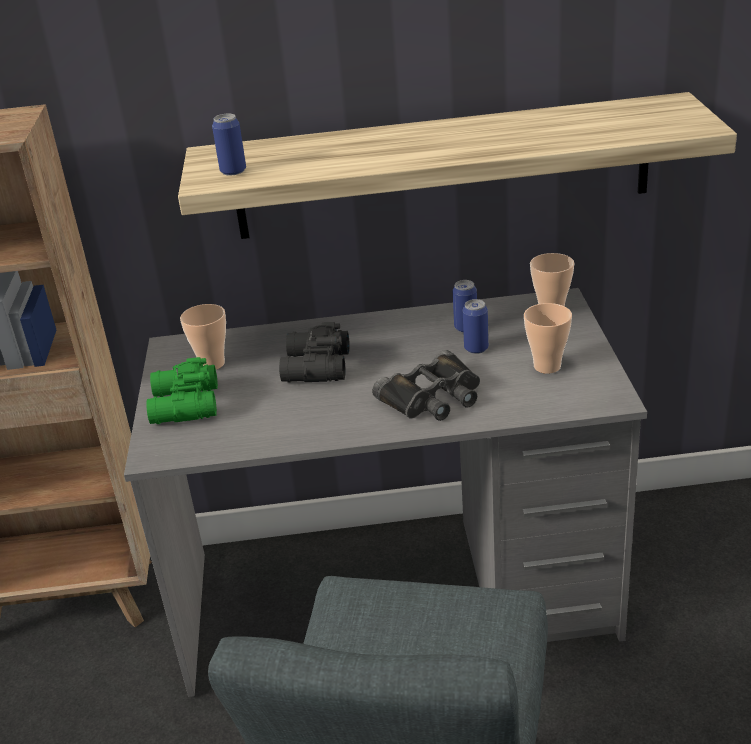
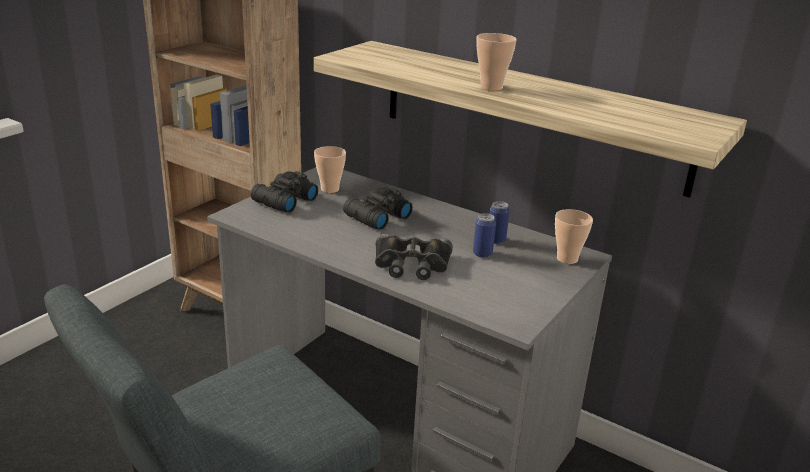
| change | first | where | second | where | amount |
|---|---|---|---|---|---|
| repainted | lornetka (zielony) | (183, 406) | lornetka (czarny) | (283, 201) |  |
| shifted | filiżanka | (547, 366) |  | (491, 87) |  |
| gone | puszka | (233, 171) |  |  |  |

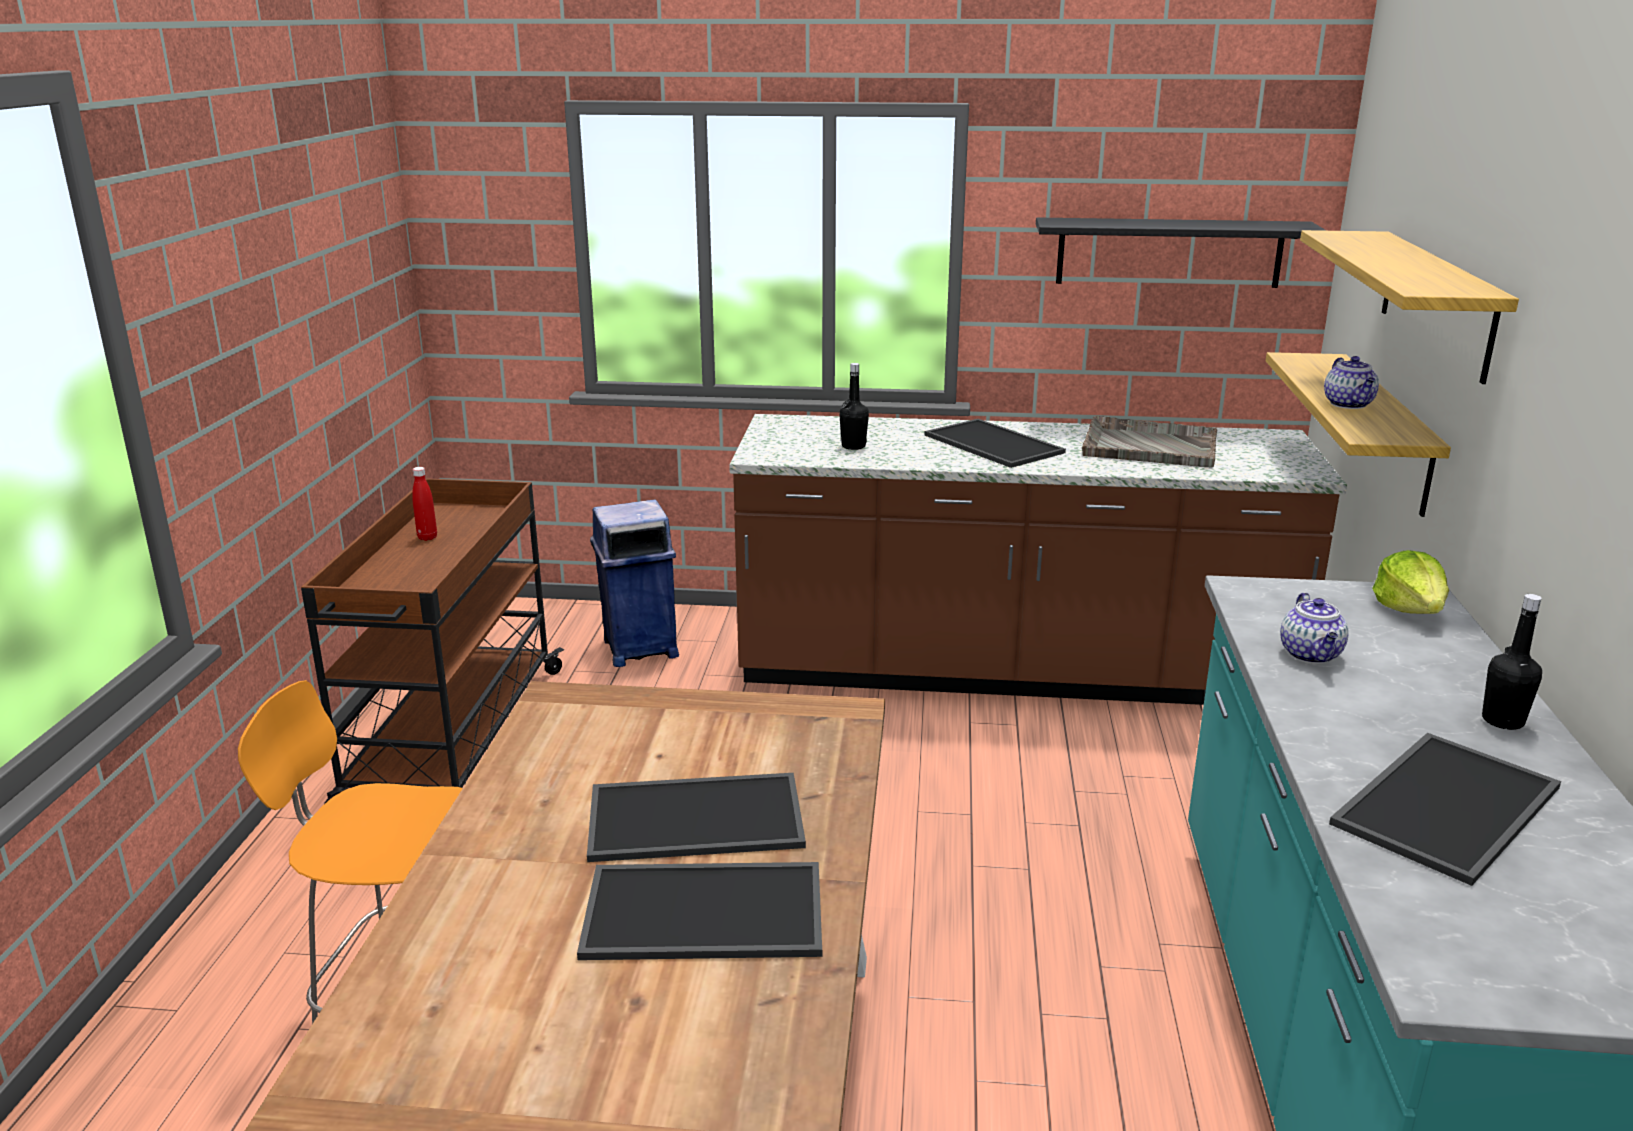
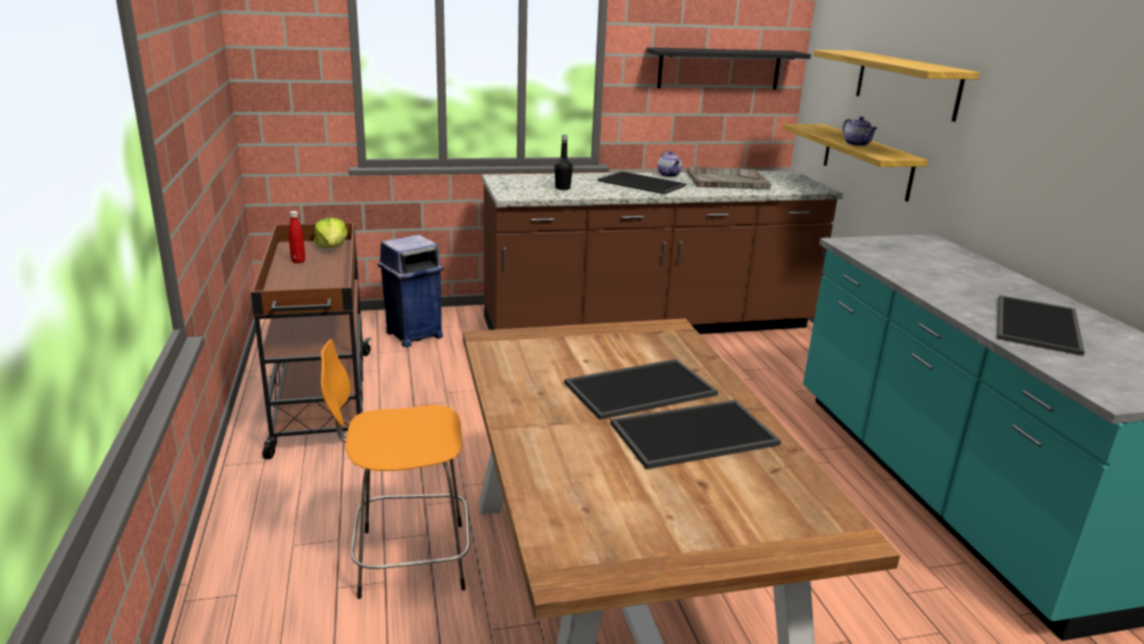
| change | first | where | second | where | amount |
|---|---|---|---|---|---|
| shifted | sałata | (1410, 609) |  | (332, 247) |  |
| shifted | imbryk | (1311, 655) |  | (669, 175) |  |
| gone | butelka (czarny) | (1502, 721) |  |  |  |

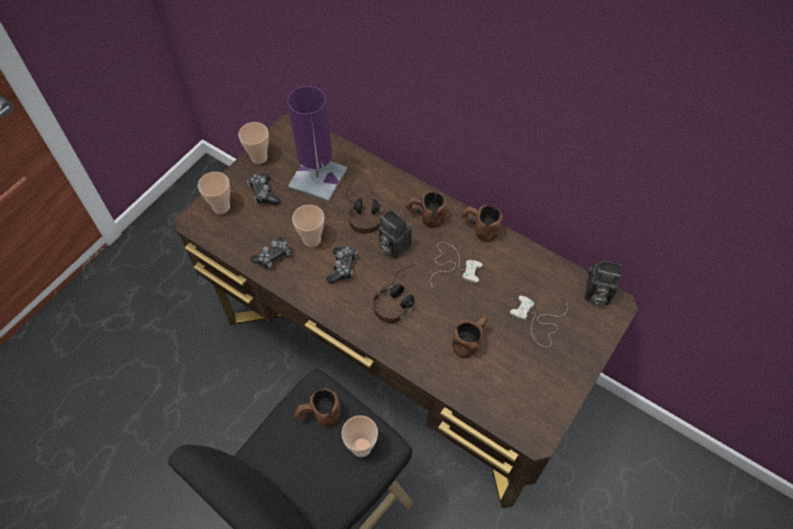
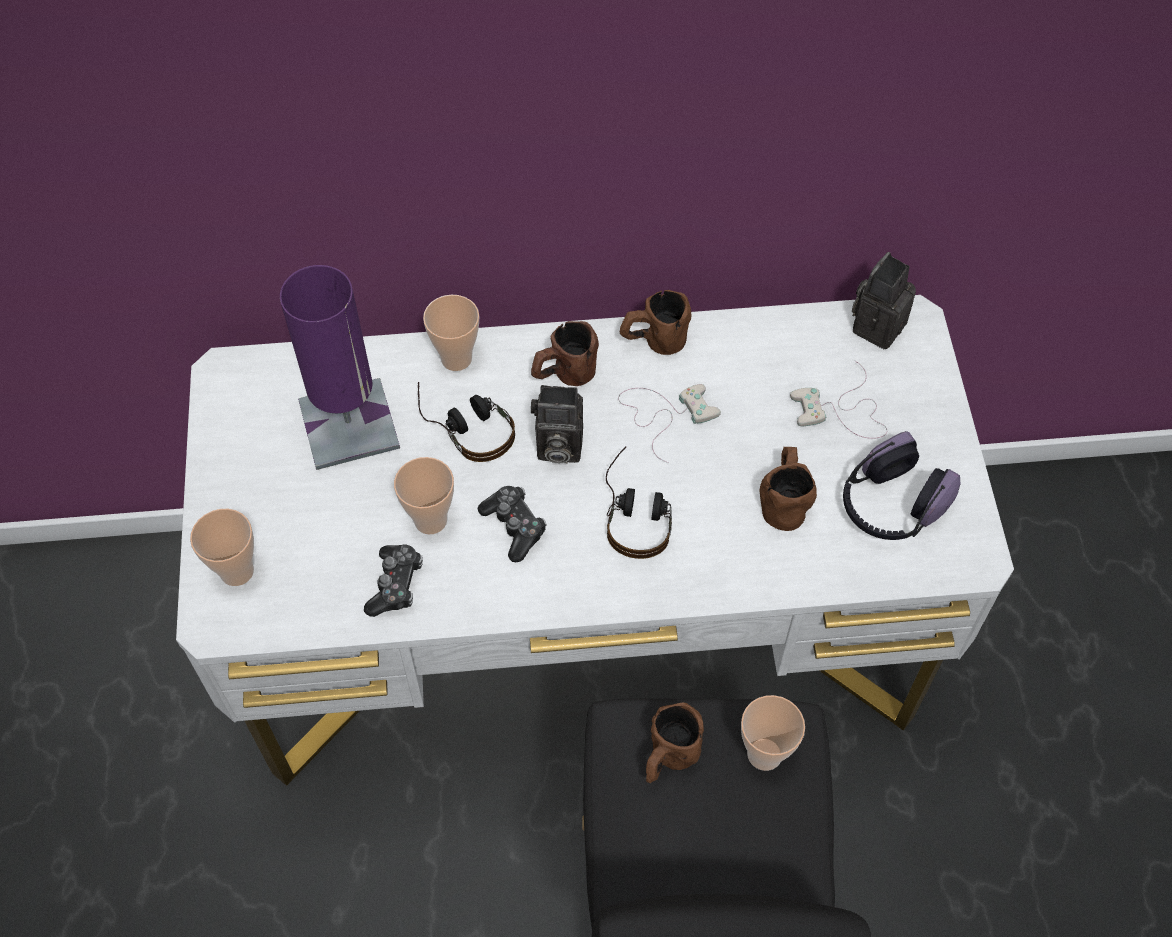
| change | first | where | second | where | amount |
|---|---|---|---|---|---|
| repainted | biurko (brązowy) | (398, 355) | biurko (biały) | (585, 635) |  |
| shifted | filiżanka | (259, 157) |  | (456, 358) |  |
| new |  |  | słuchawki | (890, 505) |  |
| rotated | aparat fotograficzny | (595, 294) |  | (877, 324) | 150 degrees clockwise |
| gone | pad do gier | (264, 193) |  |  |  |

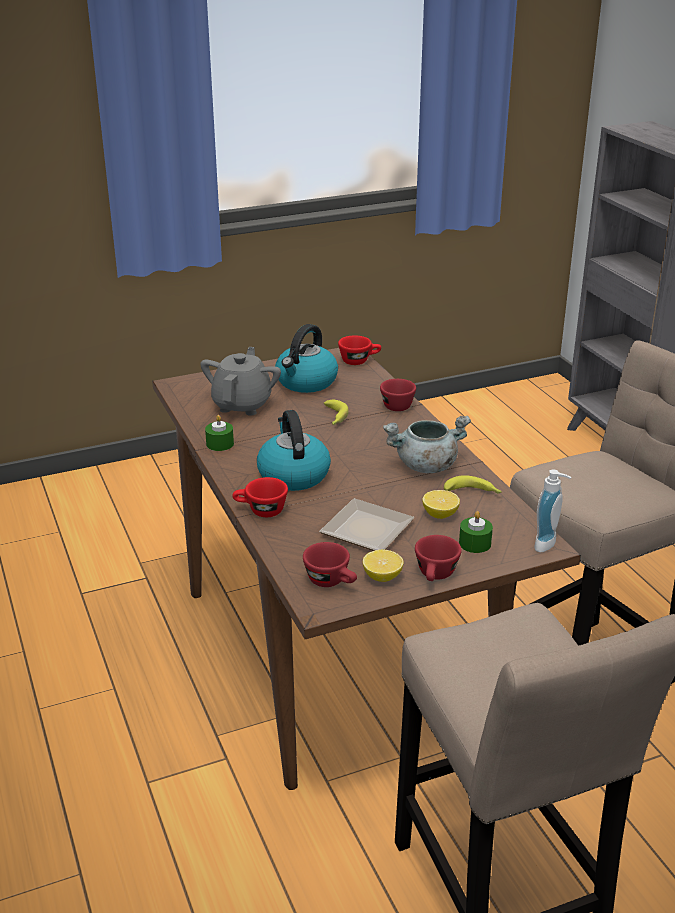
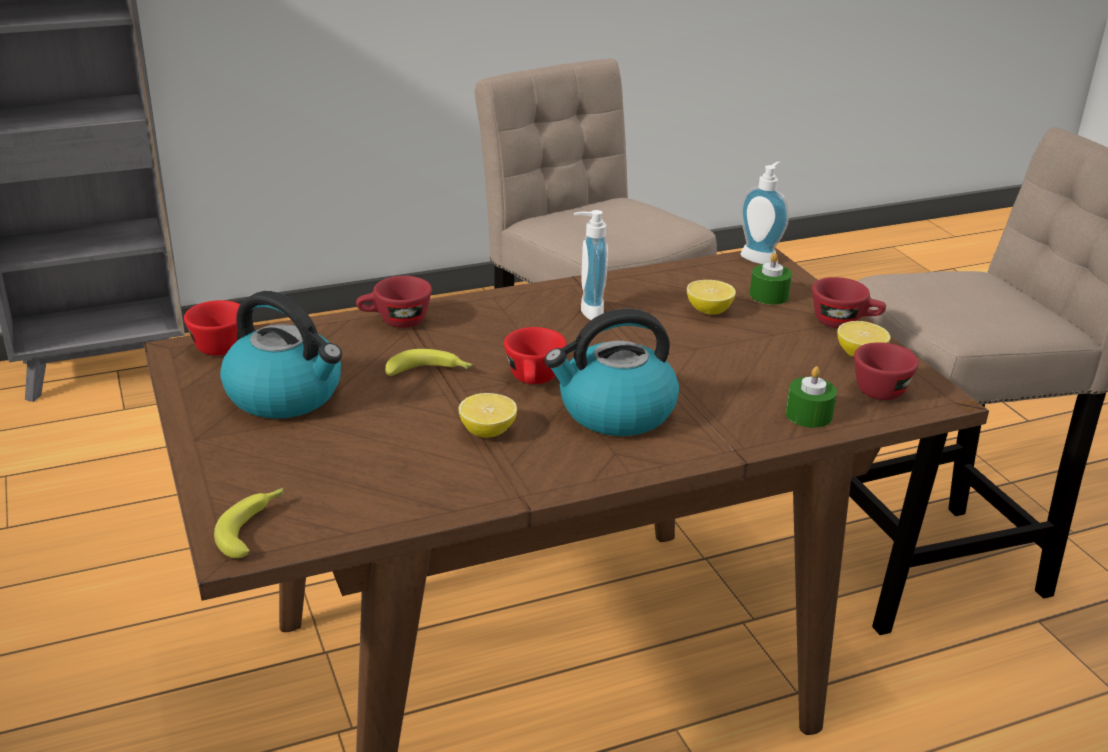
| change | first | where | second | where | amount |
|---|---|---|---|---|---|
| shifted | banan | (473, 492) |  | (254, 527) |  |
| new |  |  | cytryna | (487, 431) |  |
| shifted | filiżanka (czerwony) | (260, 511) |  | (534, 380) |  |
| swapped | garnek (szary) | (426, 466) | dozownik mydła | (586, 311) |  |
| shifted | świeca (zielony) | (220, 444) |  | (809, 415) |  |
| gone | imbryk (szary) | (242, 404) |  |  |  |
| gone | talerz | (363, 530) |  |  |  |

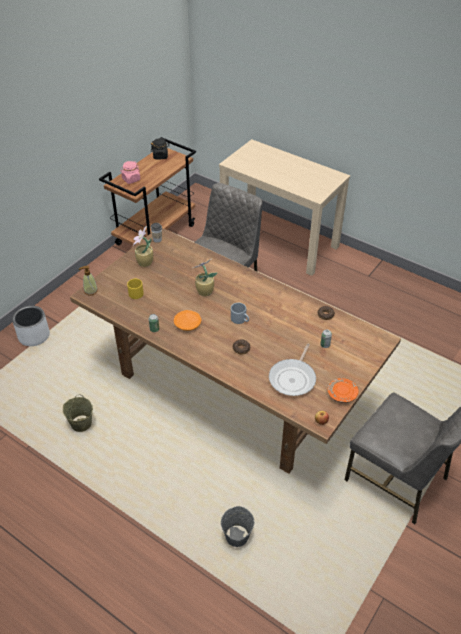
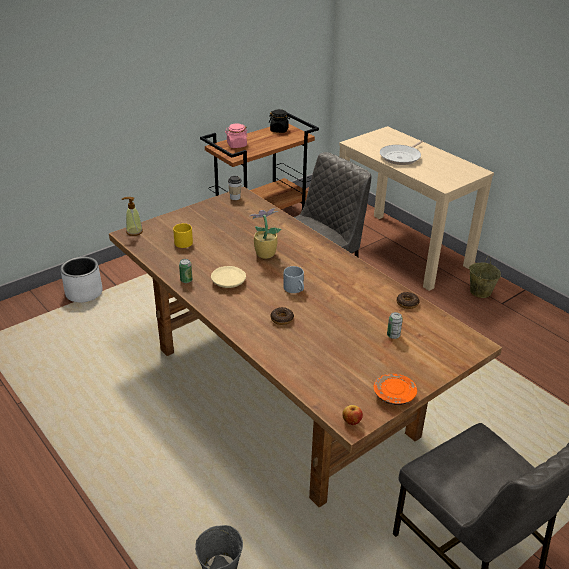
| change | first | where | second | where | amount |
|---|---|---|---|---|---|
| repainted | talerz (pomarańczowy) | (188, 324) | talerz (beżowy) | (229, 282) |  |
| shifted | patelnia | (293, 378) |  | (401, 157) |  |
| shifted | wiadro (beżowy) | (81, 423) |  | (480, 291) |  |
| gone | roślina doniczkowa | (144, 263) |  |  |  |

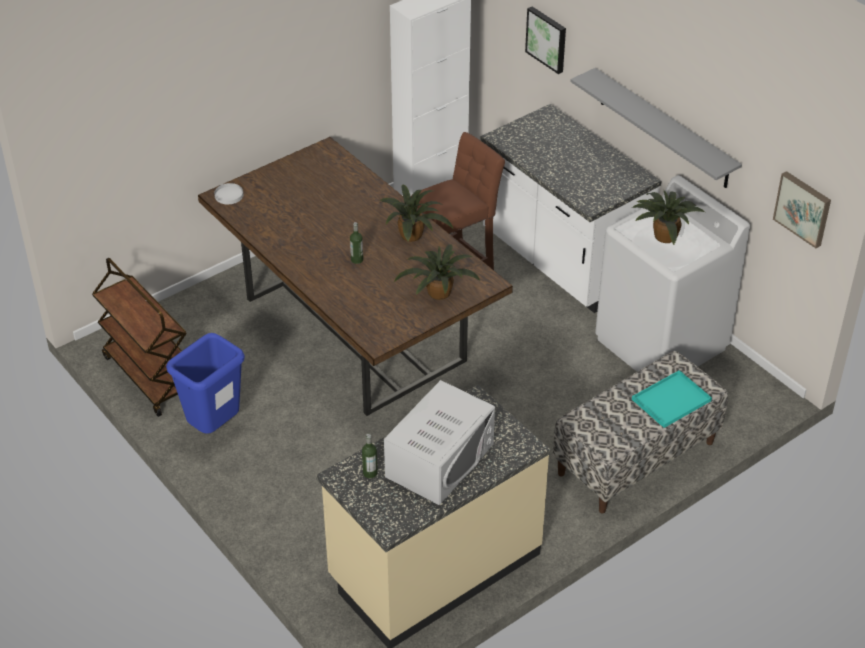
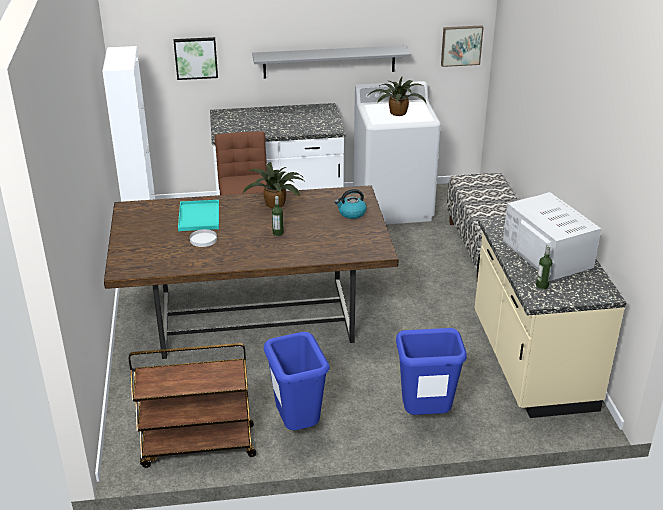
| change | first | where | second | where | amount |
|---|---|---|---|---|---|
| shifted | taca (turkusowy) | (672, 399) |  | (198, 216) |  |
| shifted | talerz (biały) | (229, 195) |  | (203, 239) |  |
| swapped | roślina doniczkowa | (437, 293) | czajnik | (351, 213) |  |
| new |  |  | kosz na śmieci (niebieski) | (425, 416) |  |

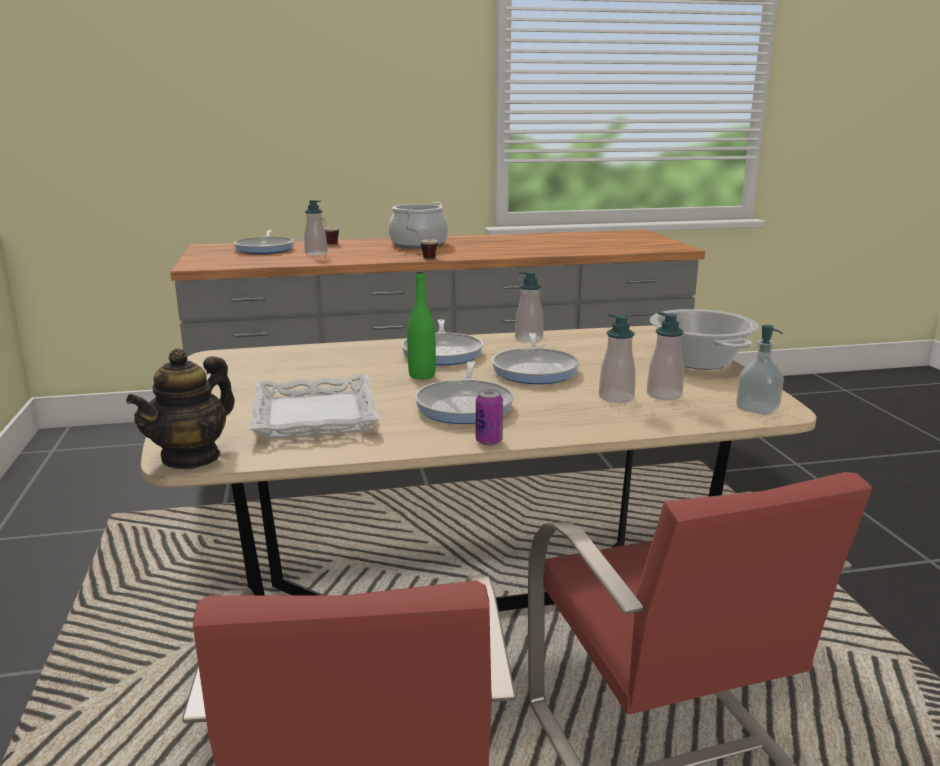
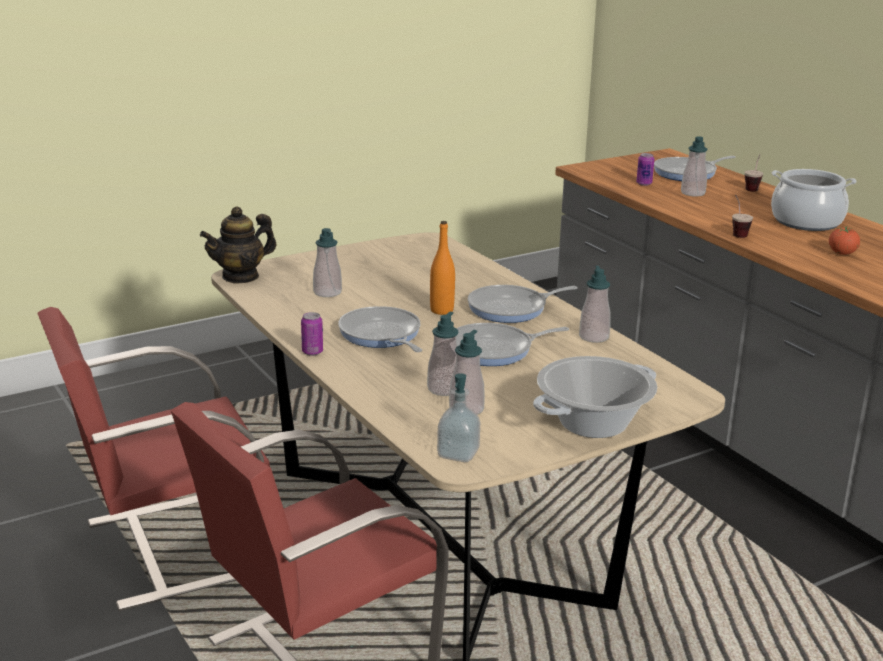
| change | first | where | second | where | amount |
|---|---|---|---|---|---|
| rotated | imbryk | (191, 457) |  | (240, 276) | 45 degrees counterclockwise |
| swapped | taca (biały) | (313, 416) | dozownik mydła | (327, 292) |  |
| rotated | patelnia | (465, 405) |  | (381, 335) | 75 degrees clockwise |
| repainted | butelka (zielony) | (422, 375) | butelka (pomarańczowy) | (441, 310) |  |
| new |  |  | puszka | (644, 183) |  |
| new |  |  | pomidor | (842, 253) |  |

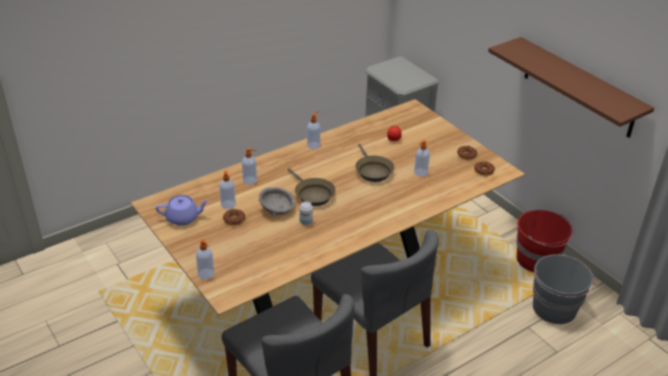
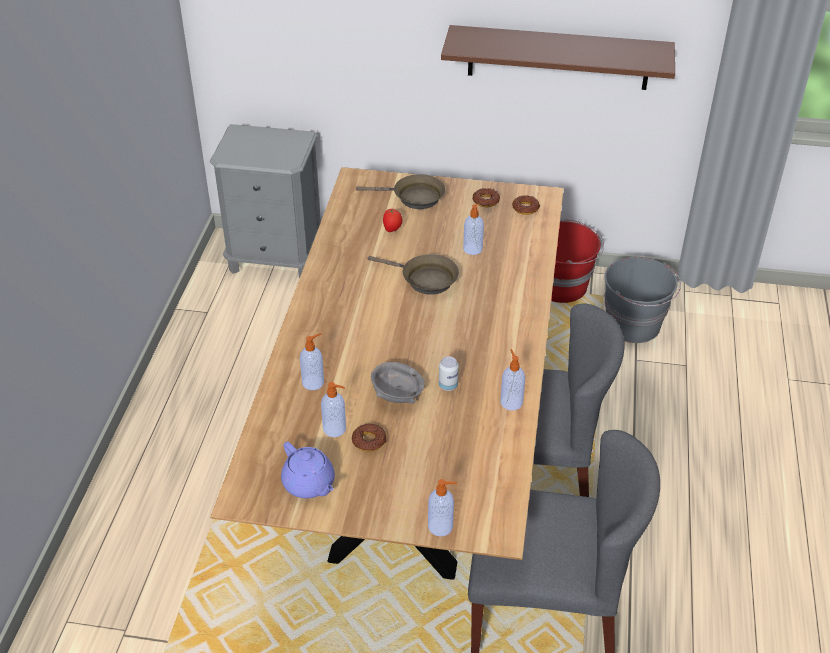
| change | first | where | second | where | amount |
|---|---|---|---|---|---|
| rotated | imbryk (fioletowy) | (183, 218) |  | (309, 484) | 105 degrees clockwise |
| shifted | patelnia (brązowy) | (312, 194) |  | (414, 197) |  |
| shifted | dozownik mydła | (313, 145) |  | (511, 402) |  |

